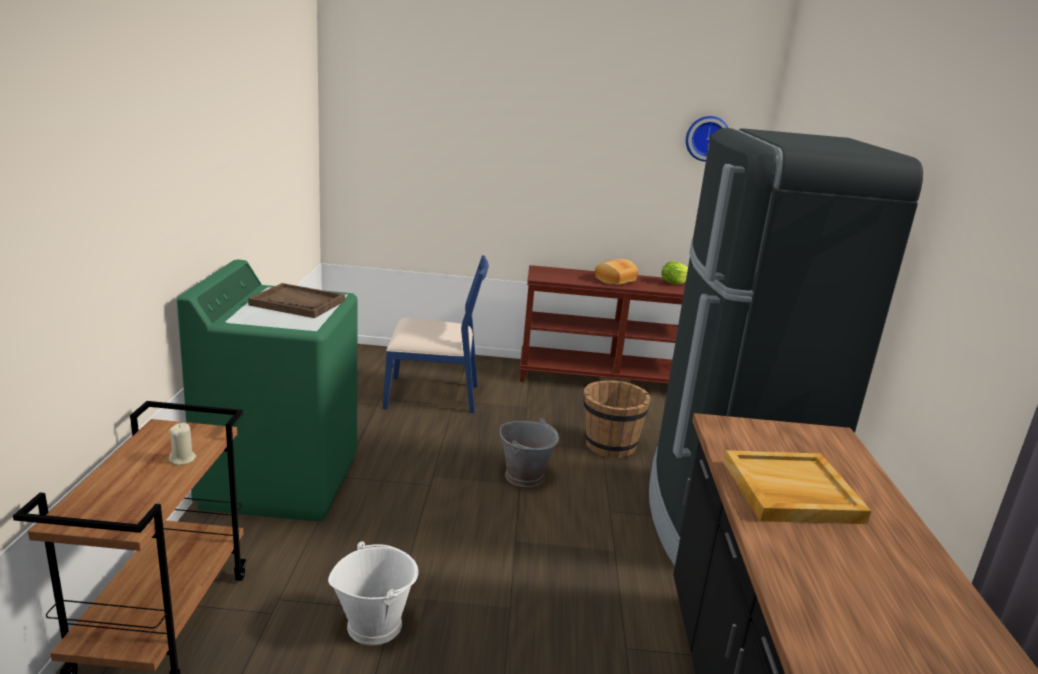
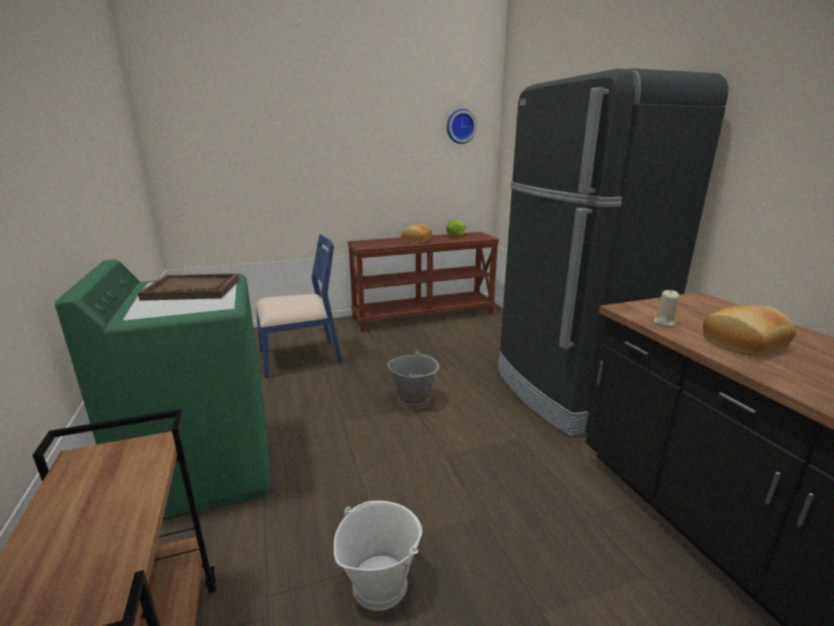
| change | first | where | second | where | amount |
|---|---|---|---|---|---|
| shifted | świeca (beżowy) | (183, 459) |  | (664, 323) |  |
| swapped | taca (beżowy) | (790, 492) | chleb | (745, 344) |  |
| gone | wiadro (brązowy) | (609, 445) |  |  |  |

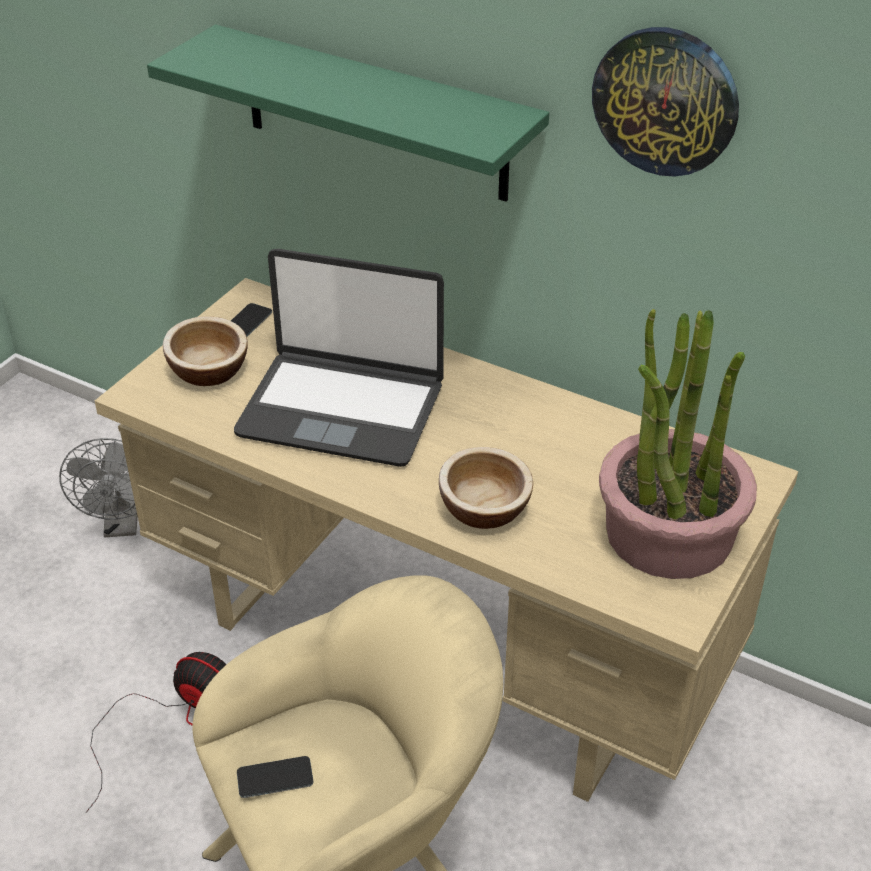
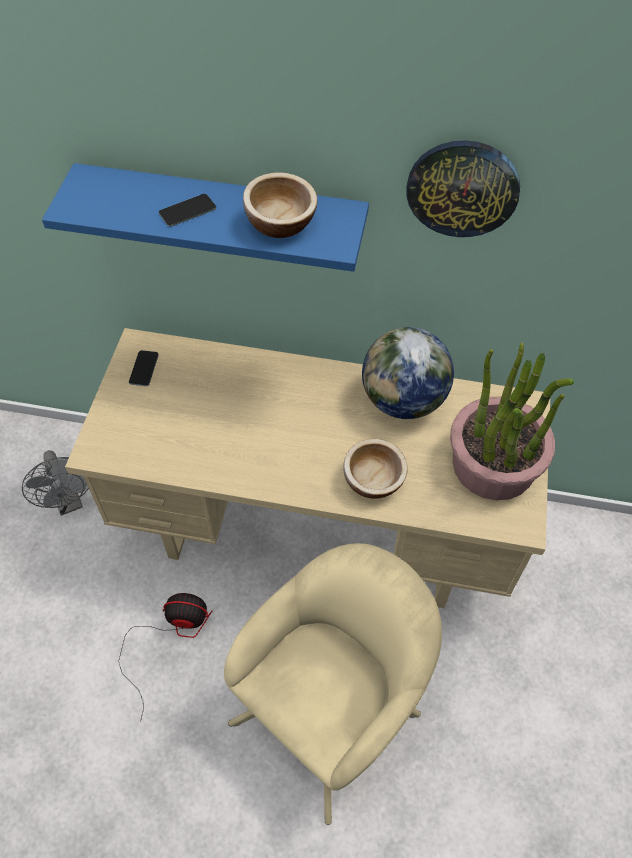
| change | first | where | second | where | amount |
|---|---|---|---|---|---|
| repainted | półka (zielony) | (374, 114) | półka (niebieski) | (222, 214) |  |
| shifted | telefon | (275, 777) |  | (187, 211) |  |
| shifted | miska | (208, 371) |  | (280, 223) |  |
| new |  |  | globus | (403, 401) |  |
| gone | laptop | (342, 409) |  |  |  |

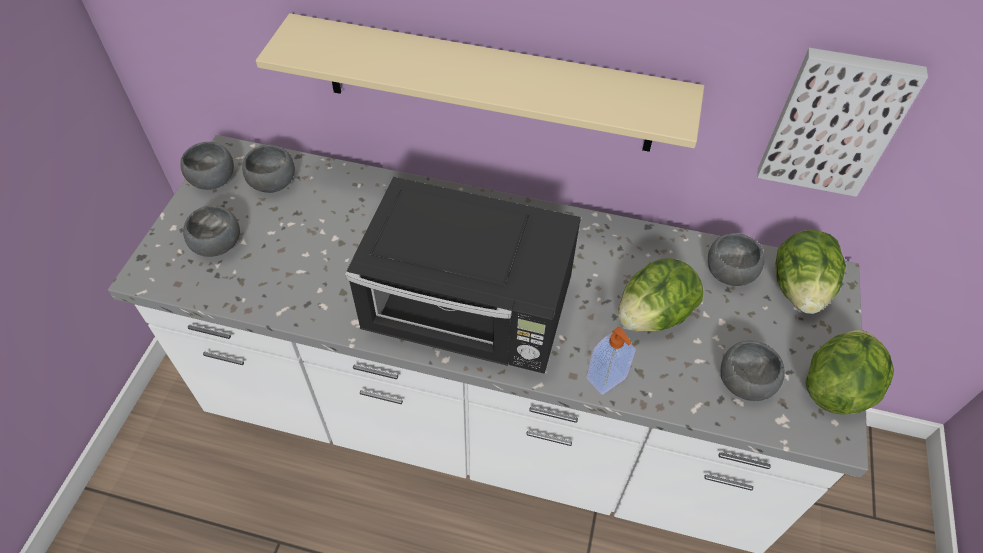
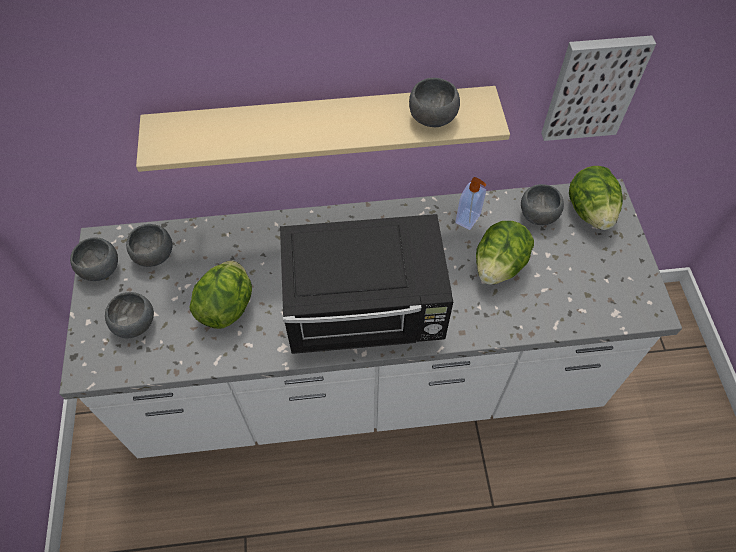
| change | first | where | second | where | amount |
|---|---|---|---|---|---|
| shifted | sałata | (836, 386) |  | (227, 306) |  |
| shifted | miska (szary) | (743, 381) |  | (431, 116) |  |
| shifted | dozownik mydła | (607, 379) |  | (468, 219) |  |

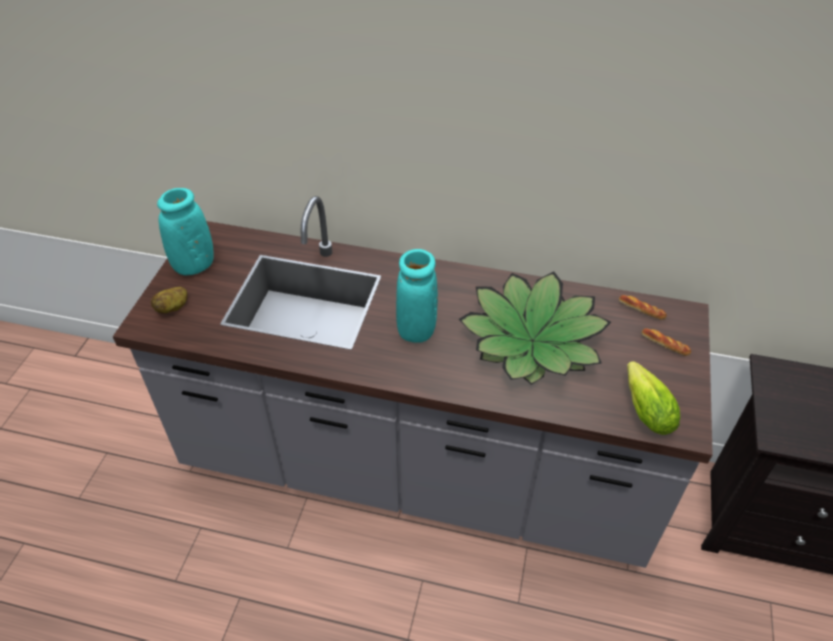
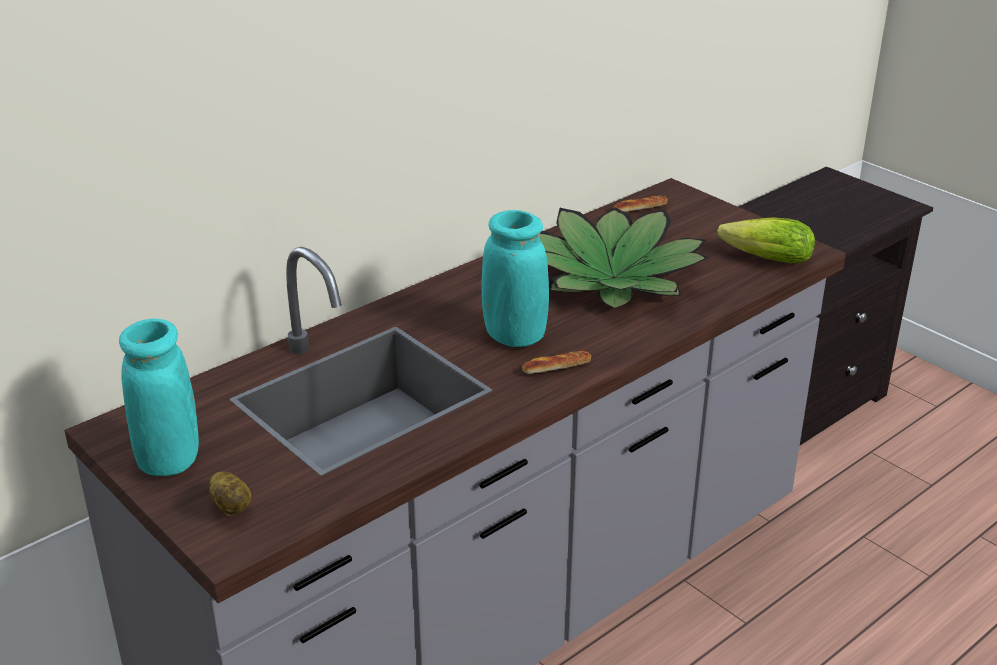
| change | first | where | second | where | amount |
|---|---|---|---|---|---|
| shifted | chleb | (665, 344) |  | (557, 367) |  |

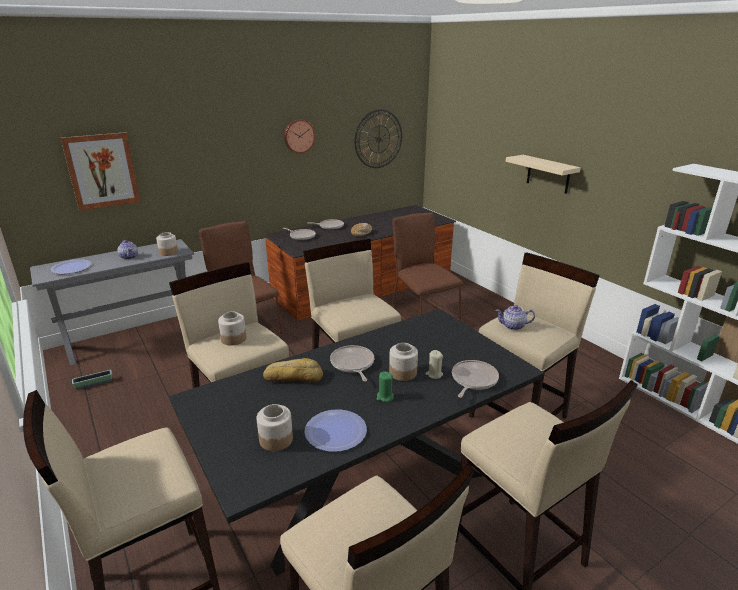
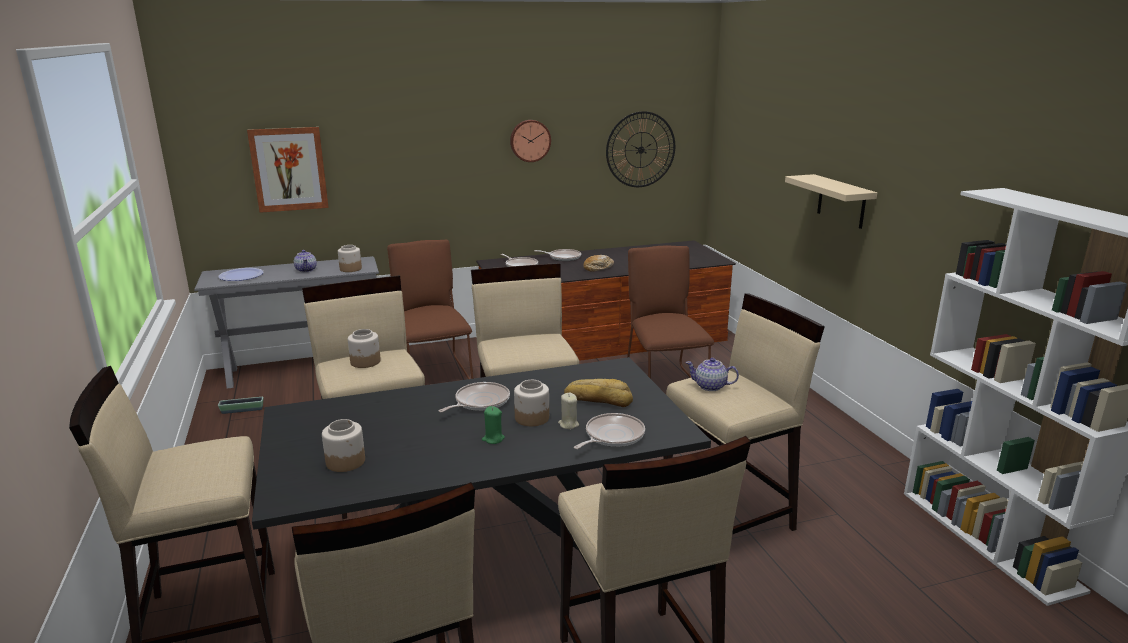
| change | first | where | second | where | amount |
|---|---|---|---|---|---|
| rotated | patelnia | (352, 364) |  | (479, 402) | 45 degrees clockwise |
| shifted | chleb | (294, 377) |  | (598, 399) |  |
| gone | talerz | (335, 431) |  |  |  |

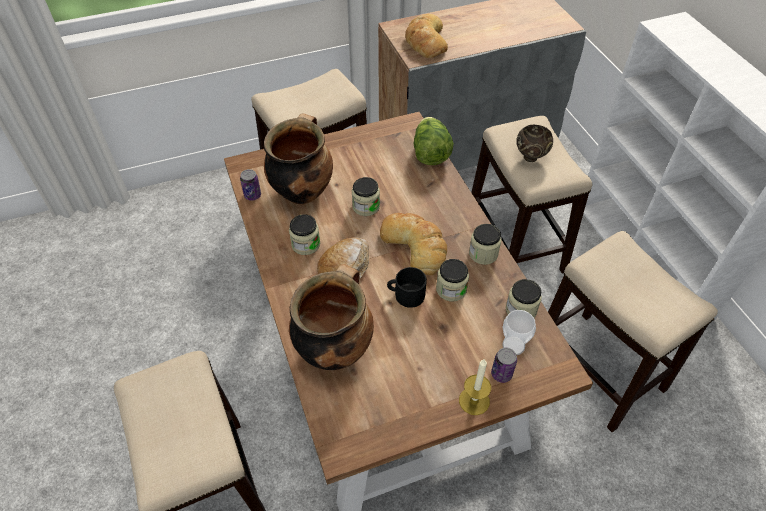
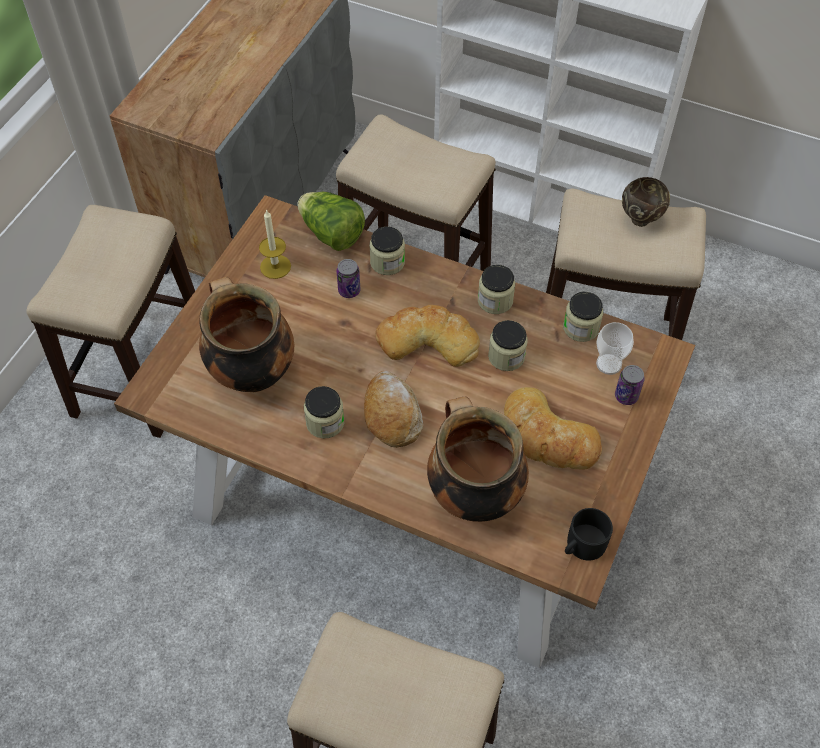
| change | first | where | second | where | amount |
|---|---|---|---|---|---|
| shifted | świeca | (474, 401) |  | (275, 266) |  |
| shifted | puszka | (252, 195) |  | (349, 290) |  |
| shifted | słoik | (366, 206) |  | (387, 262) |  |
| shifted | chleb | (425, 41) |  | (547, 437) |  |
| shifted | kubek (czarny) | (406, 294) |  | (582, 545) |  |
| shifted | miska (brązowy) | (531, 157) |  | (640, 219) |  |

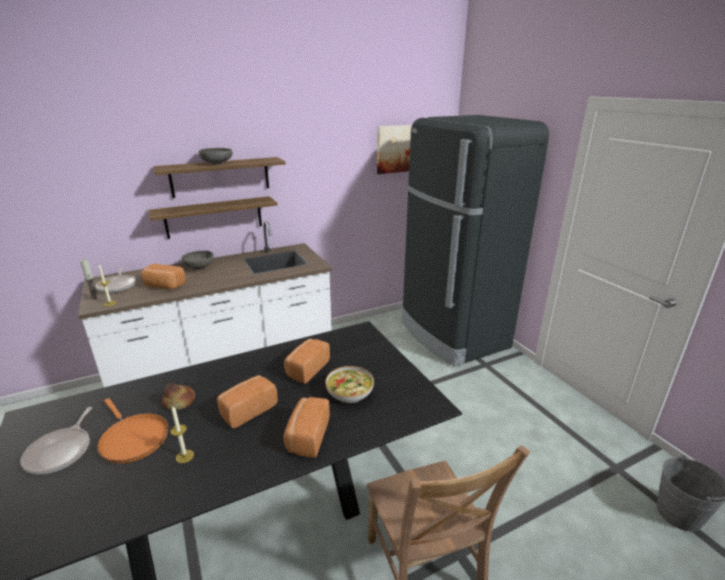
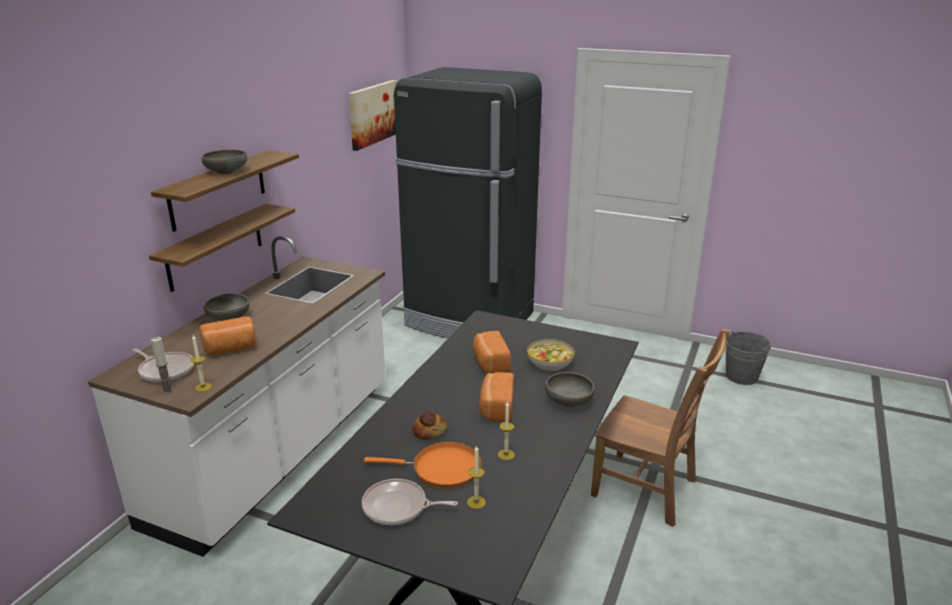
| change | first | where | second | where | amount |
|---|---|---|---|---|---|
| rotated | patelnia | (61, 451) |  | (398, 507) | 135 degrees clockwise |
| new |  |  | świeca | (476, 502) |  |
| swapped | chleb | (307, 437) | miska (szary) | (568, 401) |  |

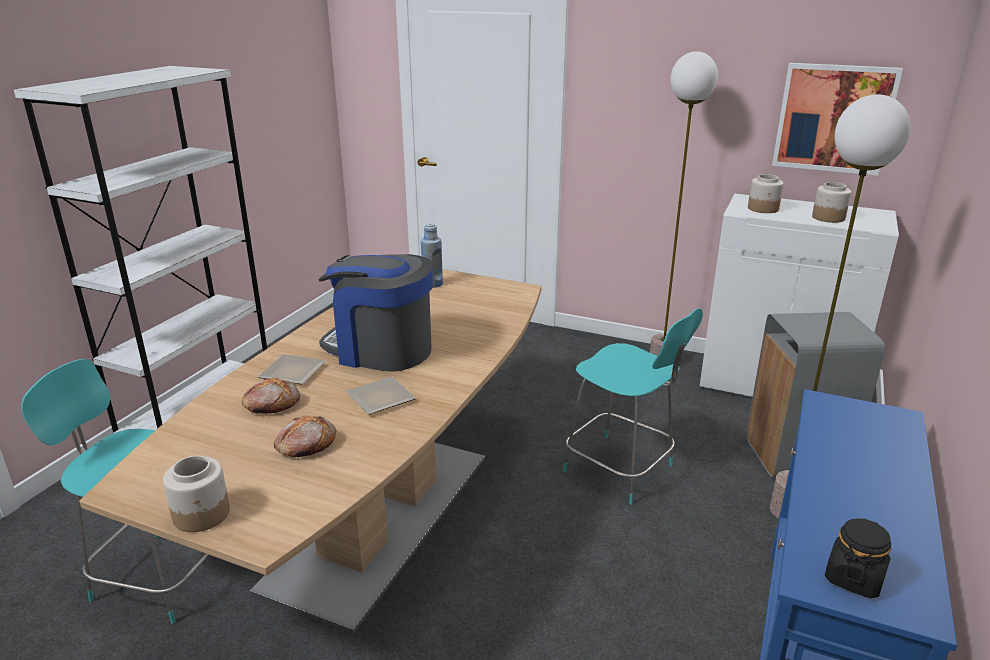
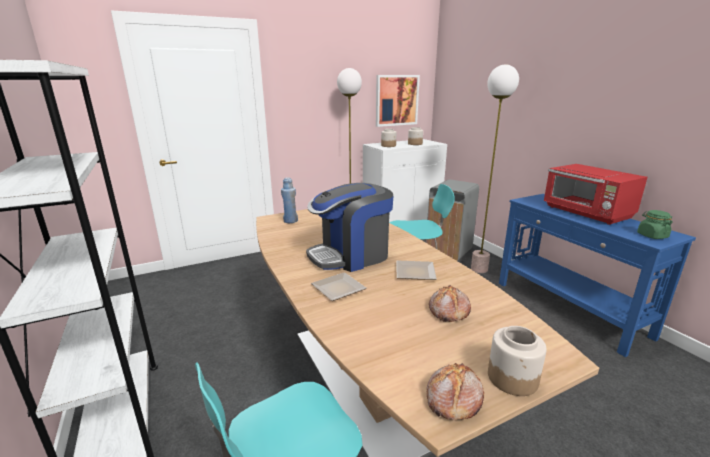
| change | first | where | second | where | amount |
|---|---|---|---|---|---|
| shifted | chleb | (271, 404) |  | (452, 399) |  |
| new |  |  | mikrofalówka (czerwony) | (587, 213) |  |
| repainted | słoik (czarny) | (853, 578) | słoik (zielony) | (652, 236) |  |

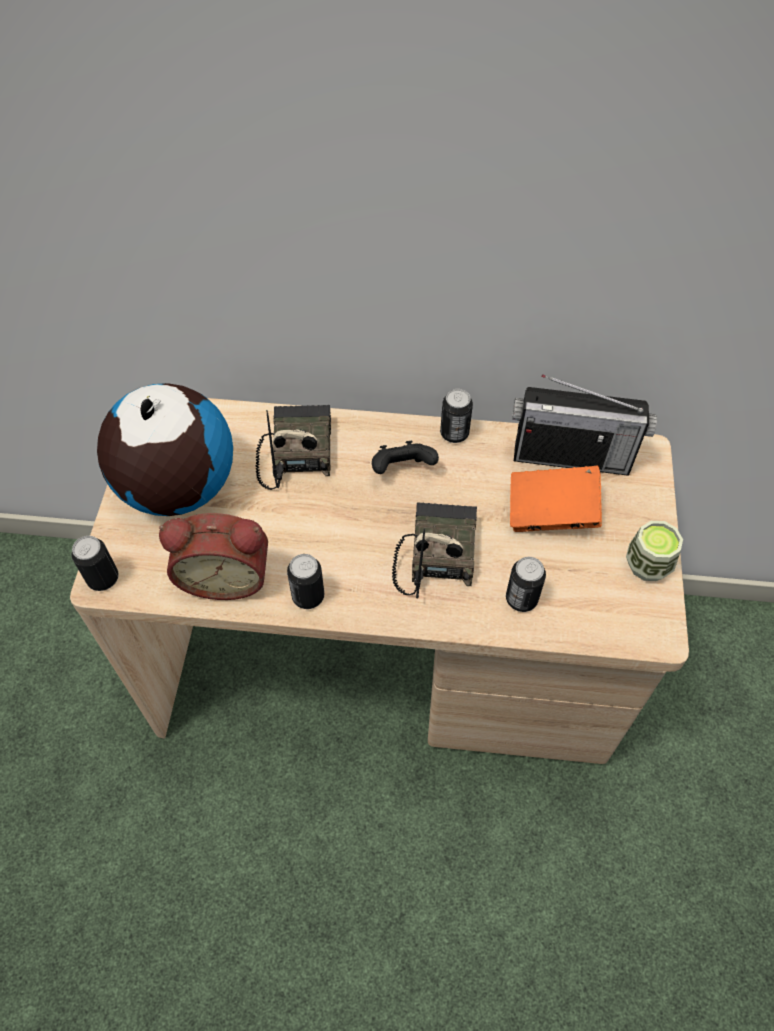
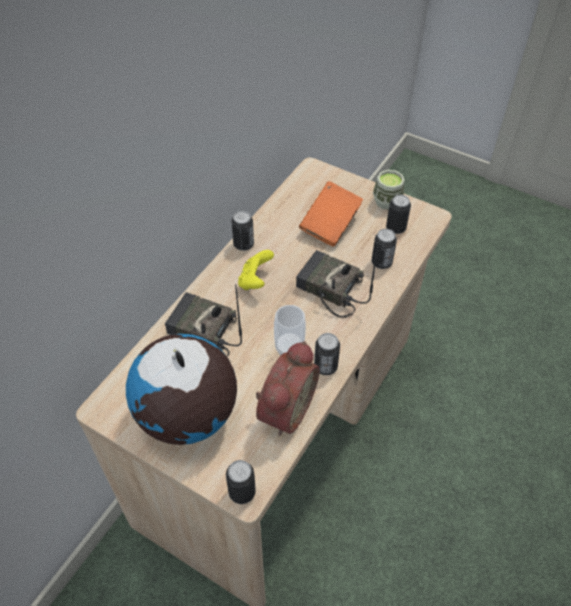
| change | first | where | second | where | amount |
|---|---|---|---|---|---|
| repainted | pad do gier (czarny) | (402, 469) | pad do gier (żółty) | (255, 281) |  |
| new |  |  | filiżanka | (289, 347) |  |
| new |  |  | puszka | (395, 228) |  |
| gone | radio | (571, 457) |  |  |  |

